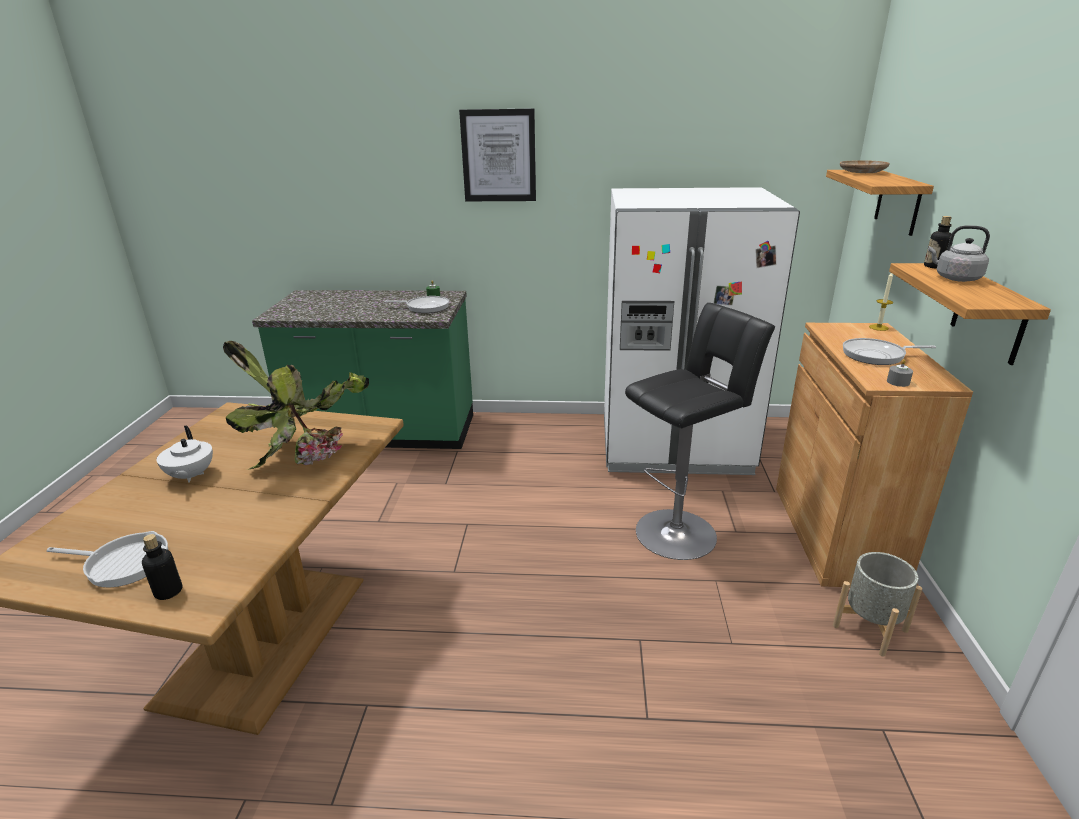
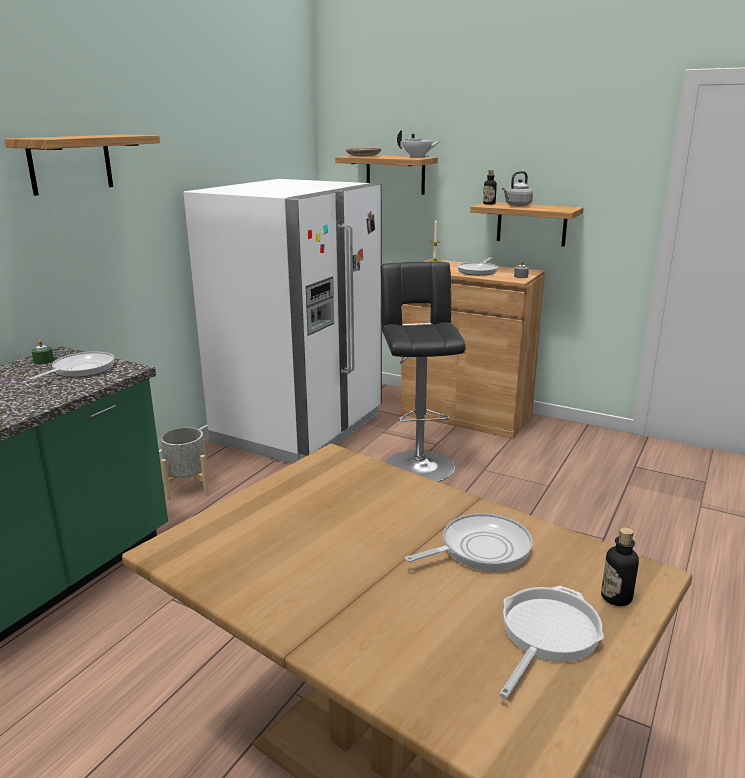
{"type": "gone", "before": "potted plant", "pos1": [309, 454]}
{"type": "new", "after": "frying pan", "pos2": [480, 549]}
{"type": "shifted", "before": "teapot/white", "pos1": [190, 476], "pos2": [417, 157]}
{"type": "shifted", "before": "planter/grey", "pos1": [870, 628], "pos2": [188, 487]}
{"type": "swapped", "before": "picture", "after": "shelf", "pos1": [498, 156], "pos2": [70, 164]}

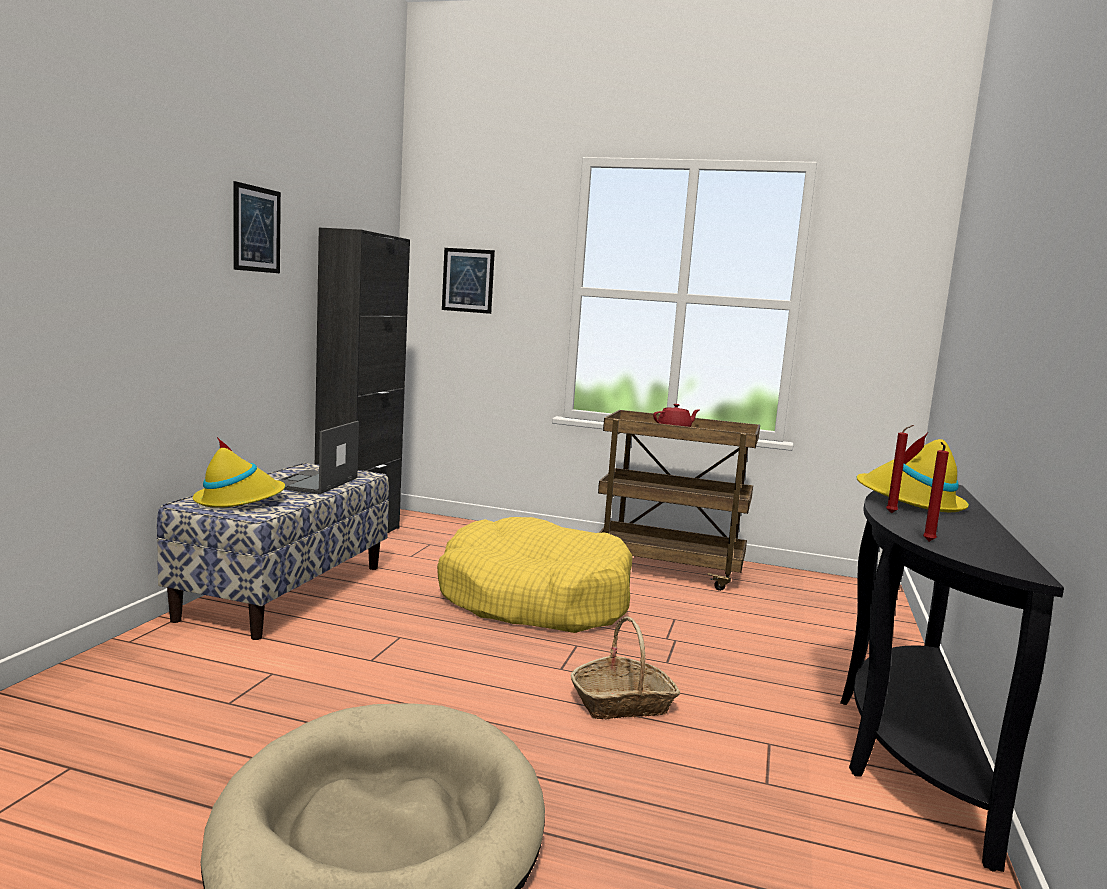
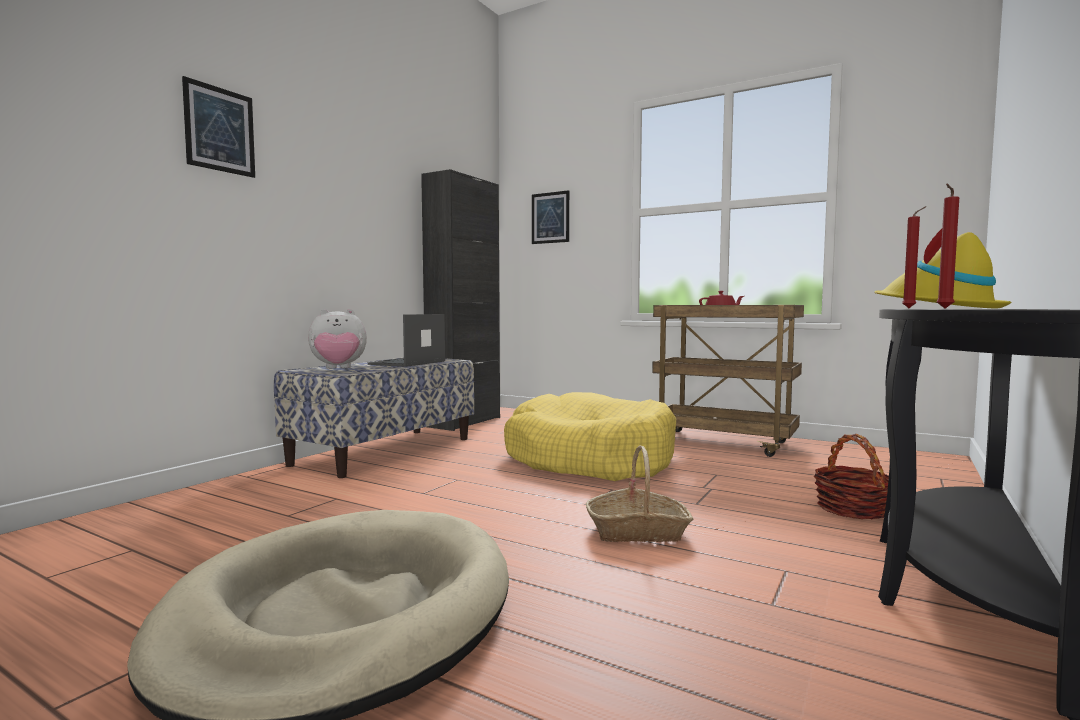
{"type": "new", "after": "basket", "pos2": [852, 509]}
{"type": "shifted", "before": "picture", "pos1": [256, 229], "pos2": [220, 129]}
{"type": "swapped", "before": "hat/yellow", "after": "plush toy", "pos1": [239, 500], "pos2": [338, 368]}

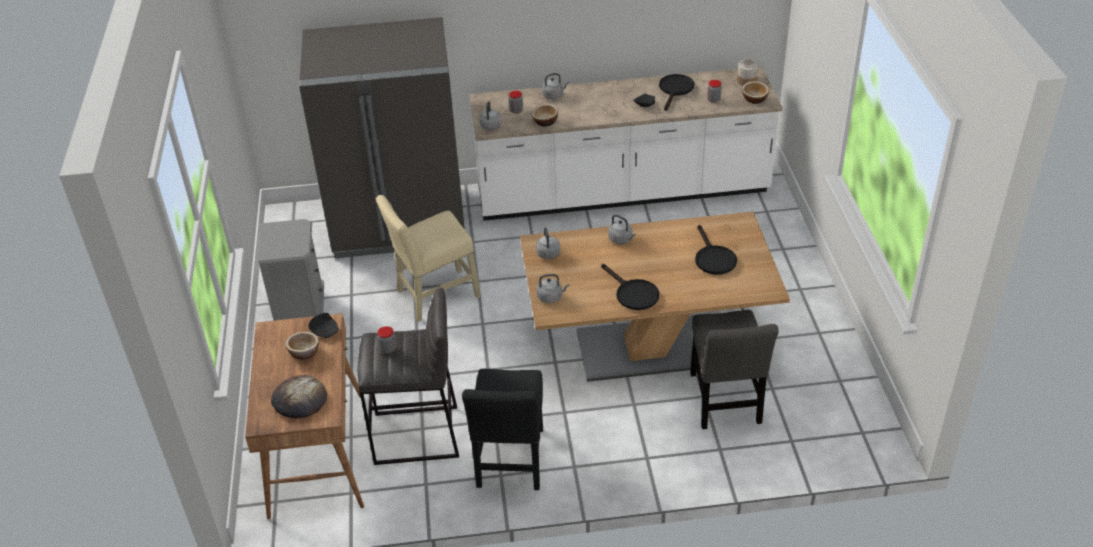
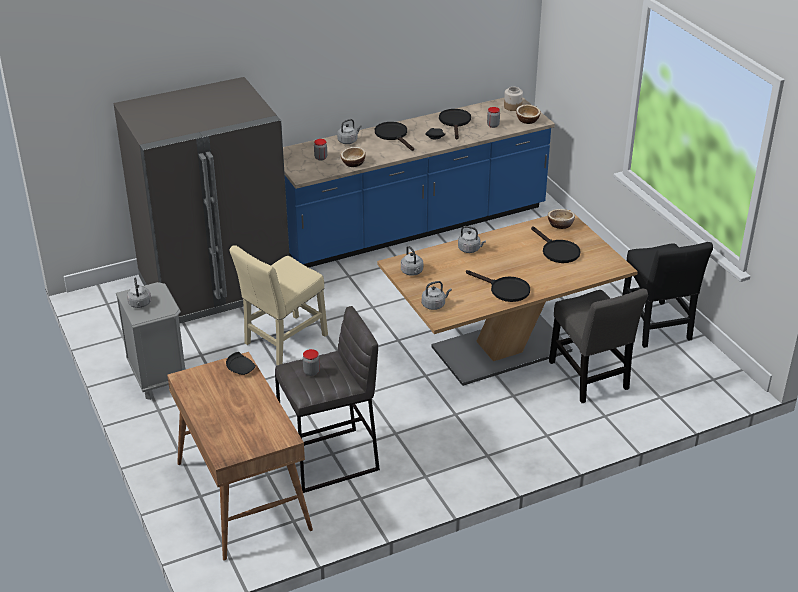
{"type": "gone", "before": "bread", "pos1": [299, 399]}
{"type": "new", "after": "frying pan/black", "pos2": [393, 135]}
{"type": "shifted", "before": "bowl", "pos1": [304, 352], "pos2": [560, 225]}
{"type": "shifted", "before": "chair/black", "pos1": [511, 462], "pos2": [656, 327]}
{"type": "shifted", "before": "kettle/grey", "pos1": [490, 127], "pos2": [140, 304]}
{"type": "repainted", "before": "counter/white", "after": "counter/blue", "pos1": [622, 193], "pos2": [413, 228]}

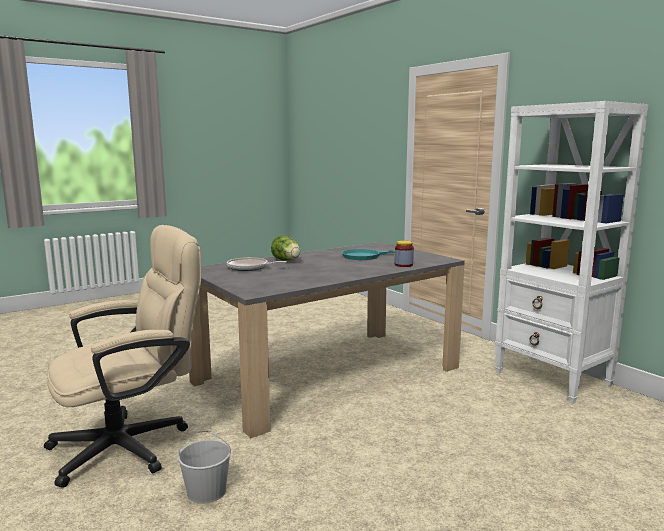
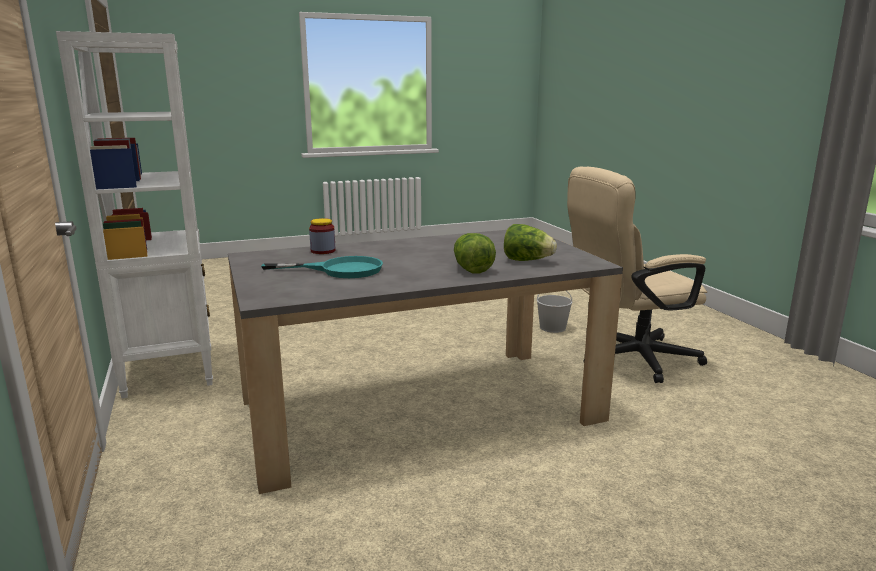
{"type": "swapped", "before": "frying pan", "after": "lettuce", "pos1": [250, 267], "pos2": [527, 261]}

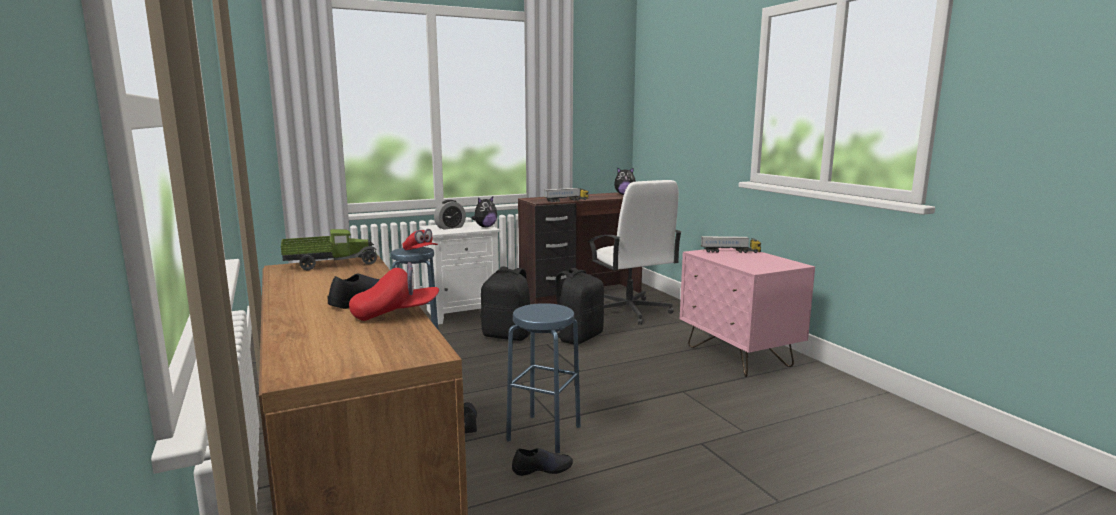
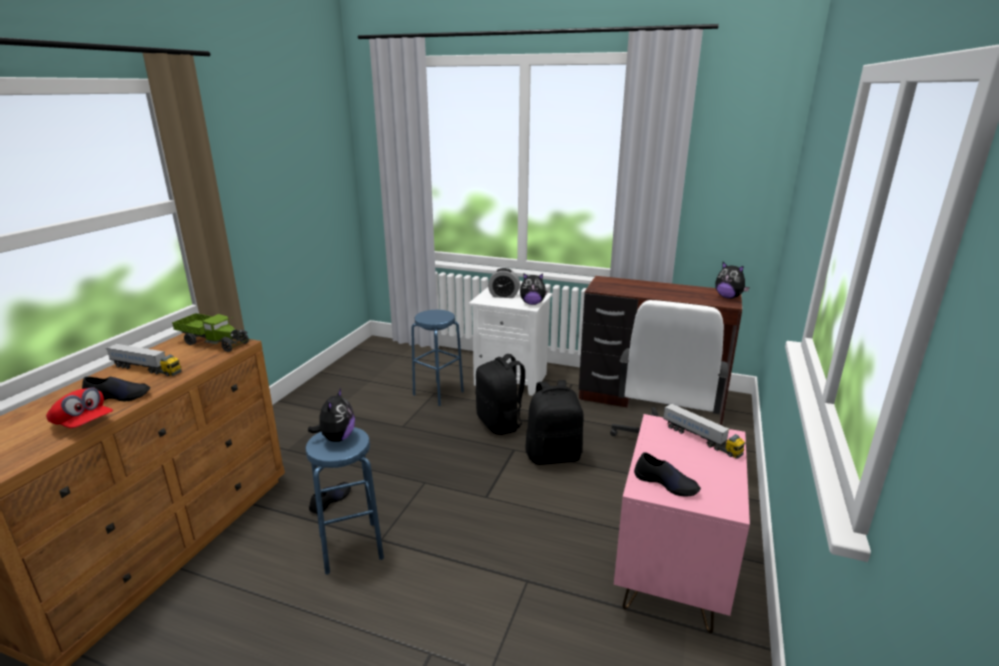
{"type": "gone", "before": "cap/red", "pos1": [420, 251]}
{"type": "new", "after": "plush toy", "pos2": [336, 438]}
{"type": "shifted", "before": "shoe/black", "pos1": [542, 468], "pos2": [666, 483]}
{"type": "shifted", "before": "toy truck", "pos1": [566, 200], "pos2": [146, 369]}

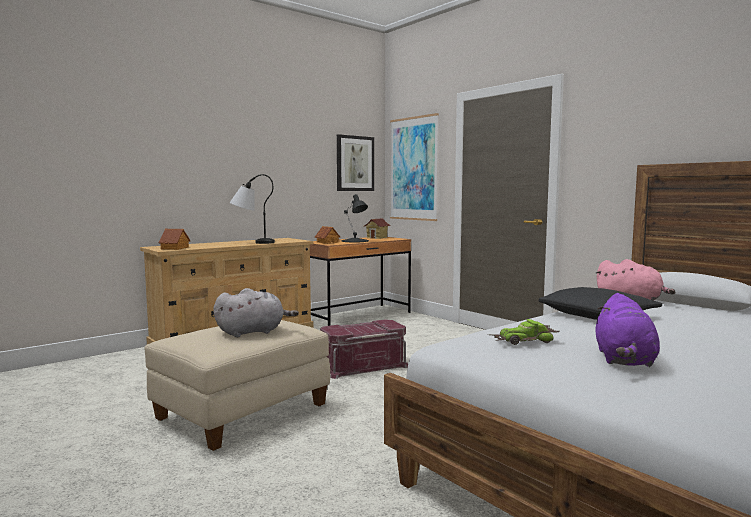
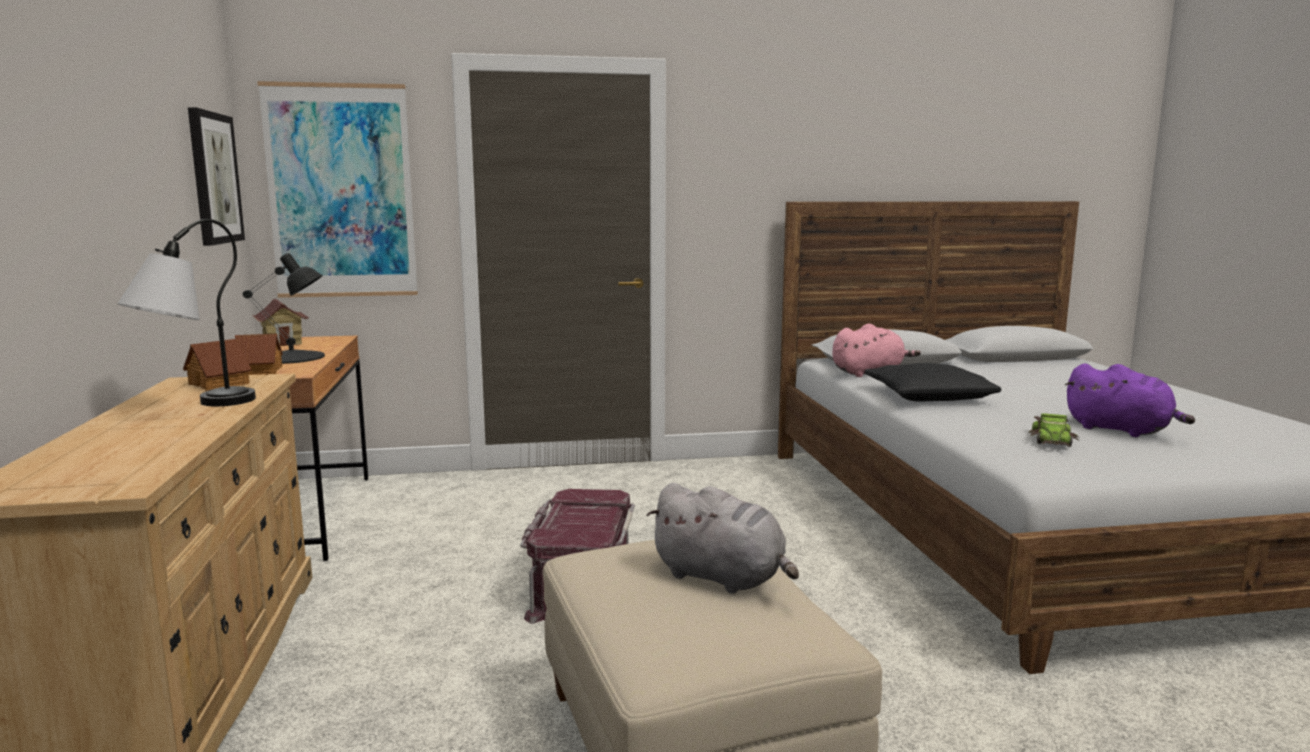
{"type": "shifted", "before": "toy house", "pos1": [175, 248], "pos2": [220, 383]}
{"type": "rotated", "before": "plush toy/grey", "pos1": [253, 332], "pos2": [723, 578], "turn": 120}

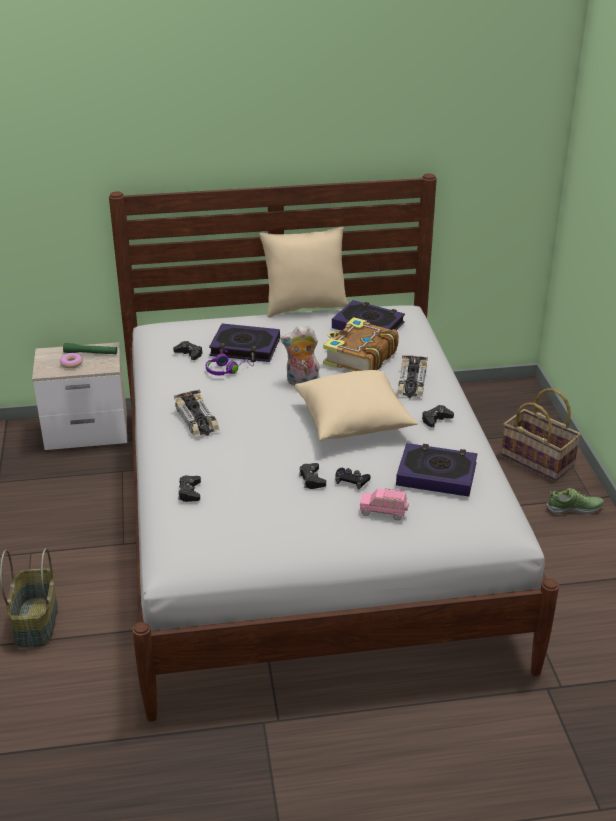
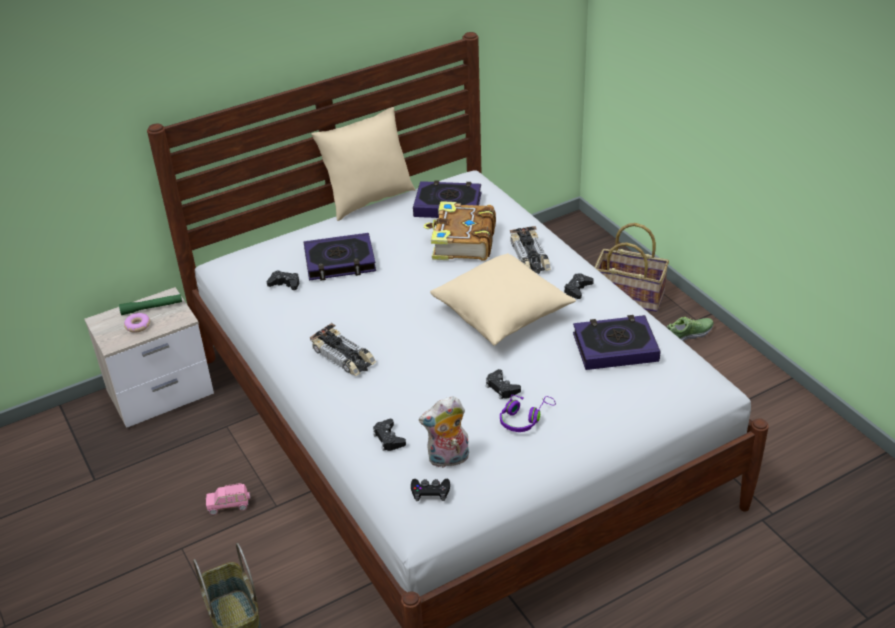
{"type": "shifted", "before": "headphones/purple", "pos1": [227, 370], "pos2": [524, 418]}
{"type": "shifted", "before": "plush toy", "pos1": [301, 382], "pos2": [448, 460]}
{"type": "shifted", "before": "game controller/black", "pos1": [351, 481], "pos2": [430, 492]}
{"type": "shifted", "before": "toy car/pink", "pos1": [383, 512], "pos2": [229, 505]}

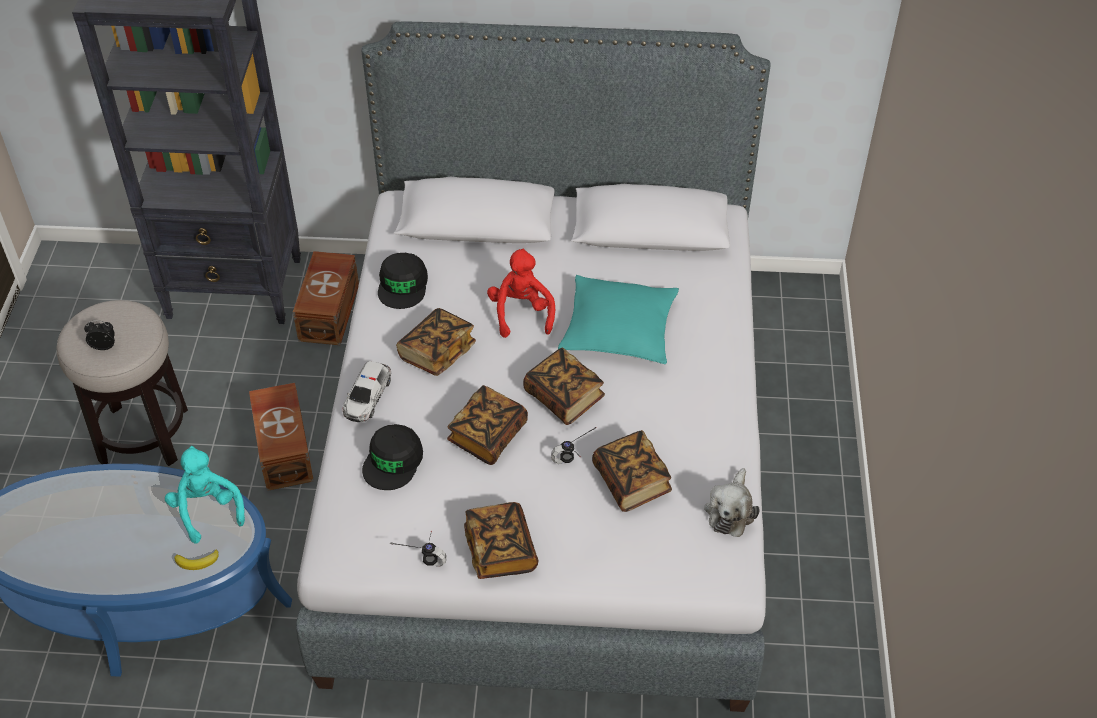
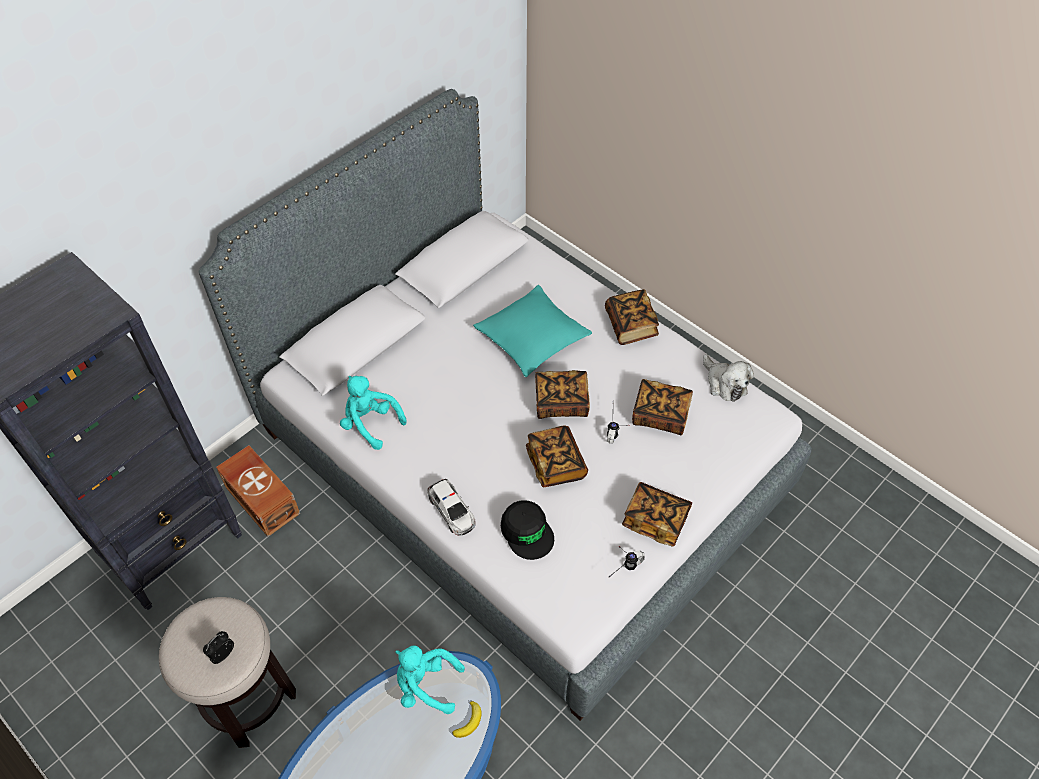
{"type": "gone", "before": "storage box/brown", "pos1": [285, 448]}
{"type": "gone", "before": "plush toy/red", "pos1": [521, 313]}
{"type": "shifted", "before": "book", "pos1": [437, 352], "pos2": [631, 325]}
{"type": "swapped", "before": "cap/black", "after": "plush toy/turquoise", "pos1": [403, 285], "pos2": [370, 423]}

